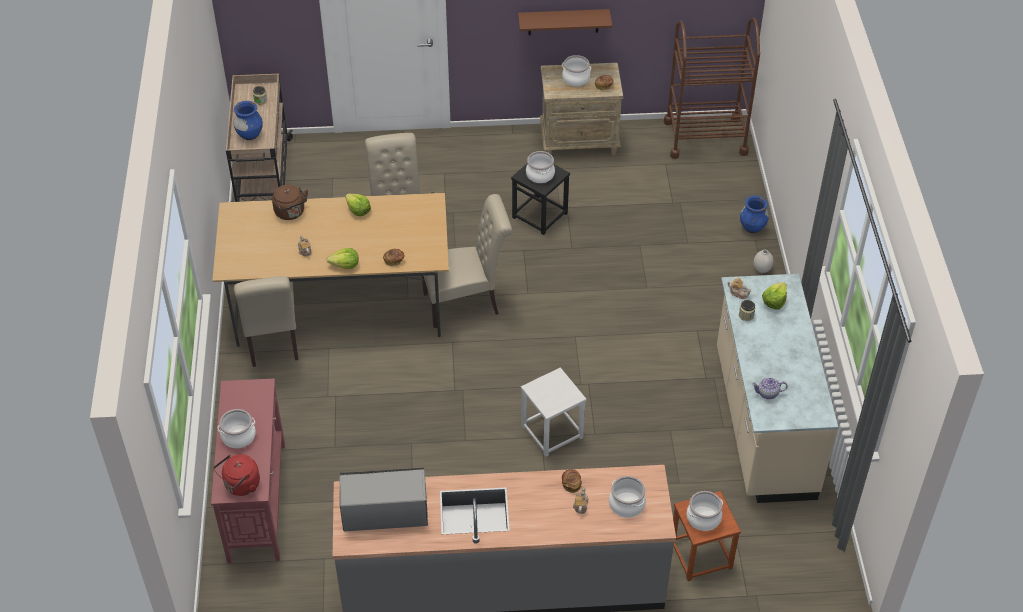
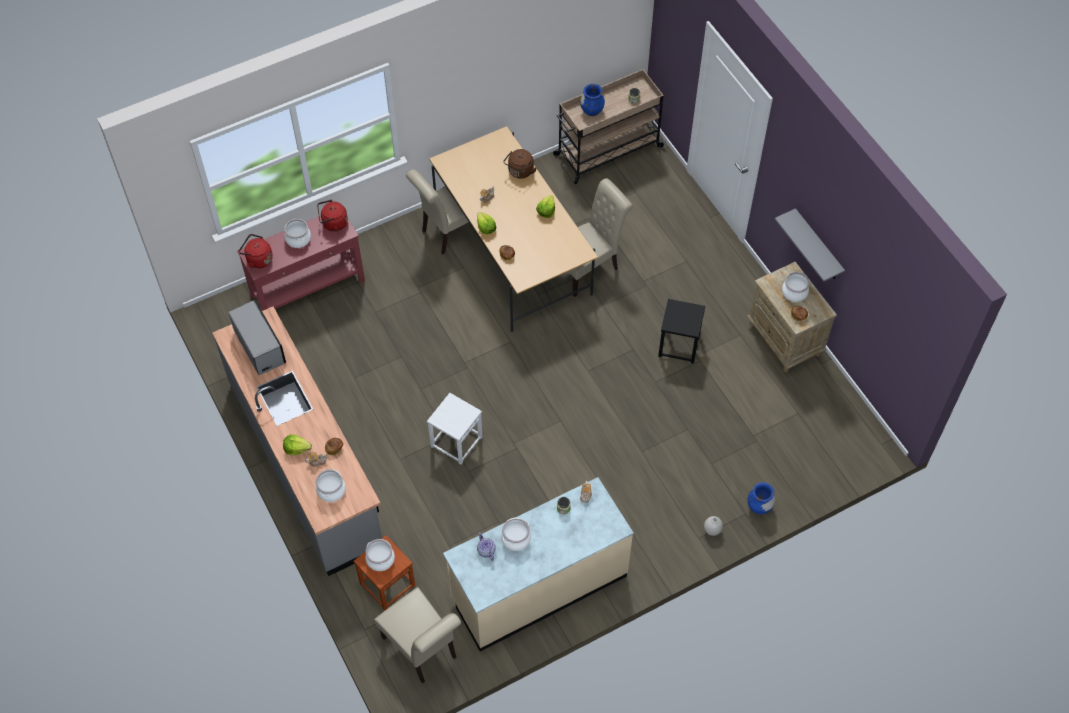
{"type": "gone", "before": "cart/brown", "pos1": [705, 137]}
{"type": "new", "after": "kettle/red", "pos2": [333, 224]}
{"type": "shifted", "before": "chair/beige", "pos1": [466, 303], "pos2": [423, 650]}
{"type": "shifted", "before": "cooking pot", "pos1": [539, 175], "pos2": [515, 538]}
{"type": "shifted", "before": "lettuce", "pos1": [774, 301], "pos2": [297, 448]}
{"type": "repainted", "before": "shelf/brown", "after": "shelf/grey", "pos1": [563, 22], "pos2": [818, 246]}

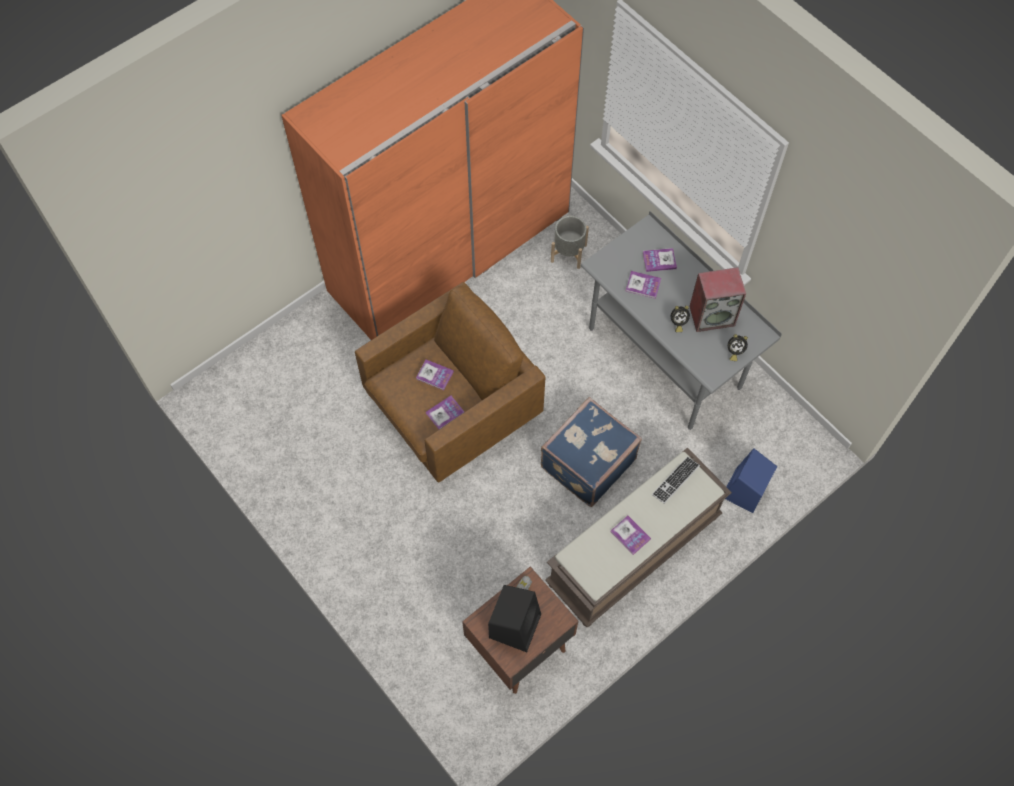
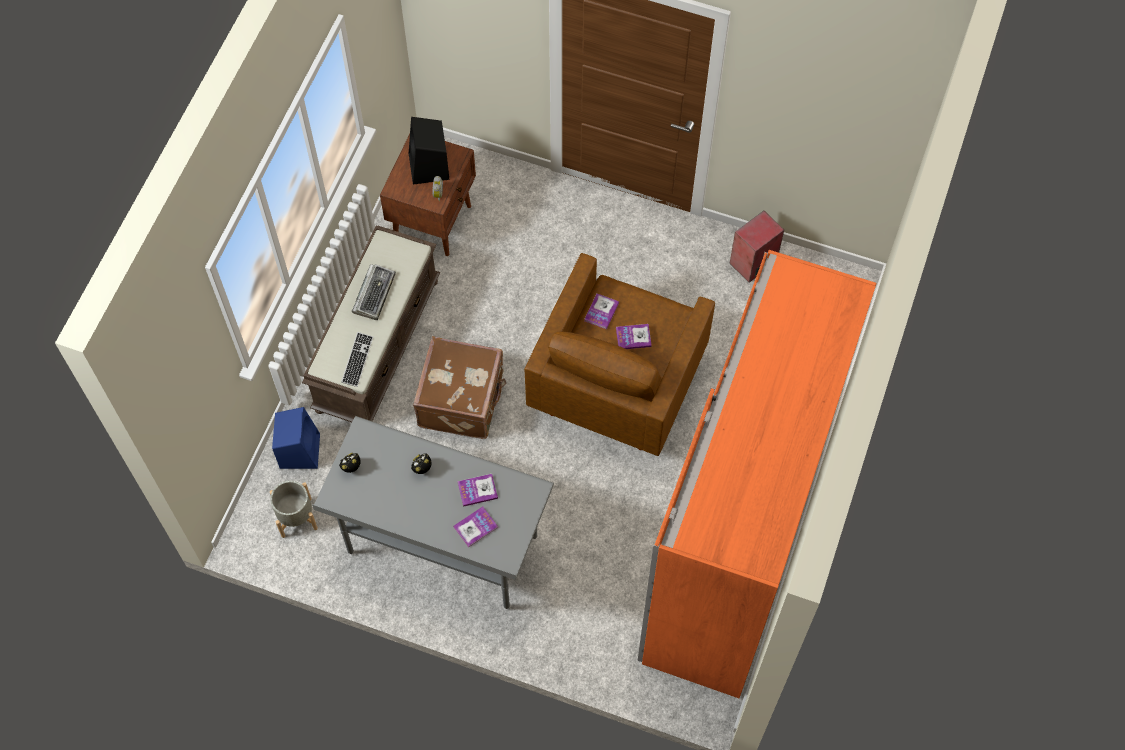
{"type": "shifted", "before": "planter/grey", "pos1": [569, 253], "pos2": [296, 517]}
{"type": "shifted", "before": "speaker", "pos1": [712, 315], "pos2": [753, 263]}
{"type": "swapped", "before": "book", "after": "keyboard", "pos1": [630, 535], "pos2": [374, 293]}
{"type": "repainted", "before": "suitcase/blue", "after": "suitcase/brown", "pos1": [586, 462], "pos2": [463, 400]}

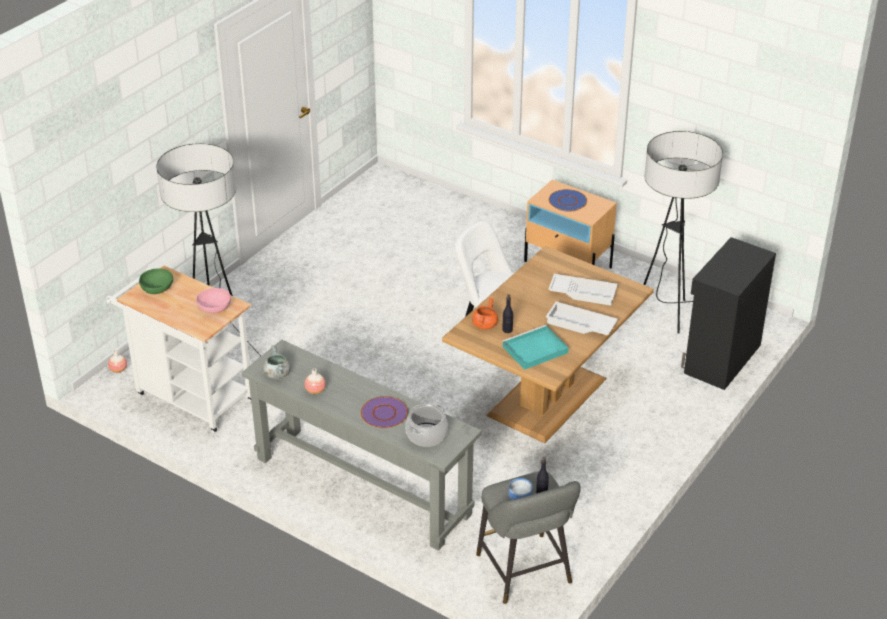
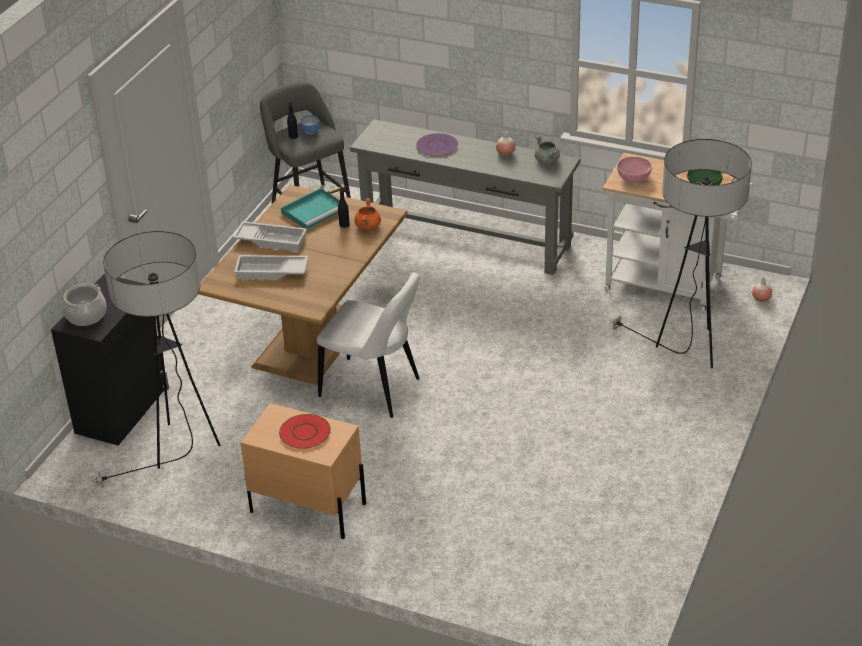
{"type": "shifted", "before": "cooking pot", "pos1": [427, 435], "pos2": [86, 315]}
{"type": "repainted", "before": "plate/blue", "after": "plate/red", "pos1": [567, 201], "pos2": [305, 432]}

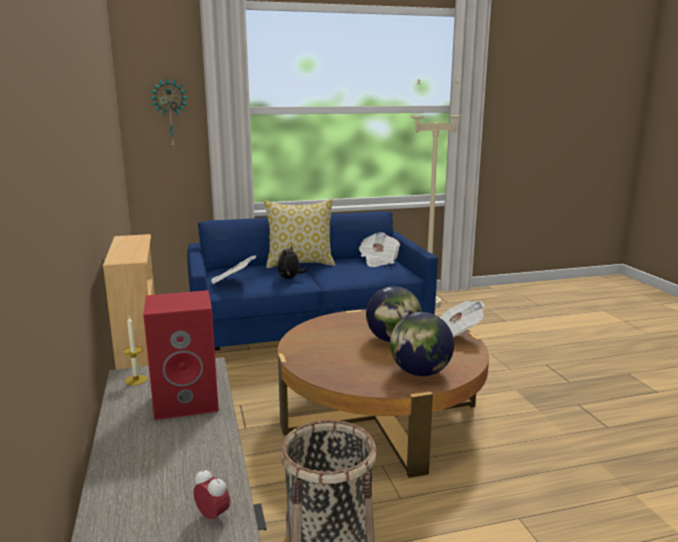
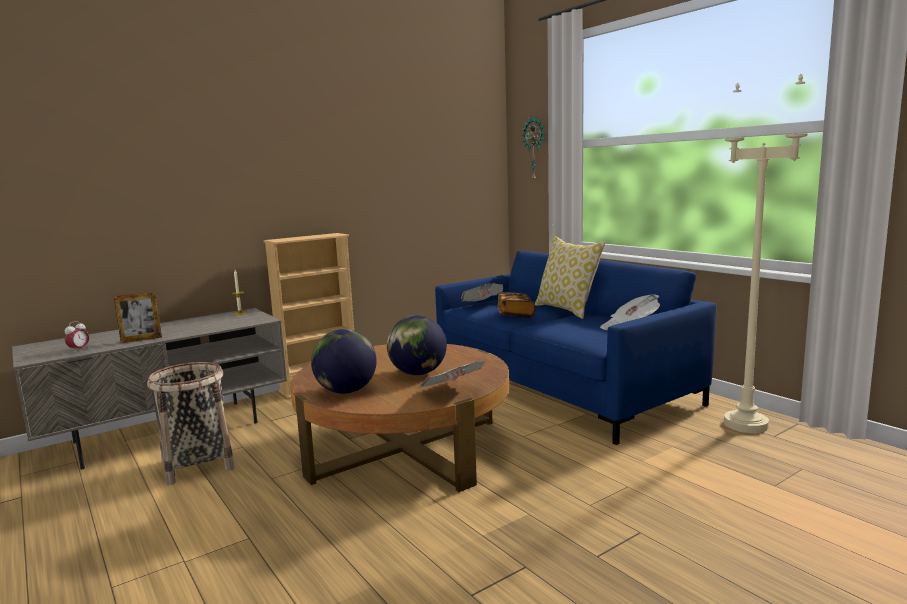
{"type": "gone", "before": "speaker/red", "pos1": [188, 400]}
{"type": "new", "after": "picture frame", "pos2": [141, 339]}
{"type": "swapped", "before": "plush toy", "after": "book", "pos1": [290, 278], "pos2": [515, 314]}

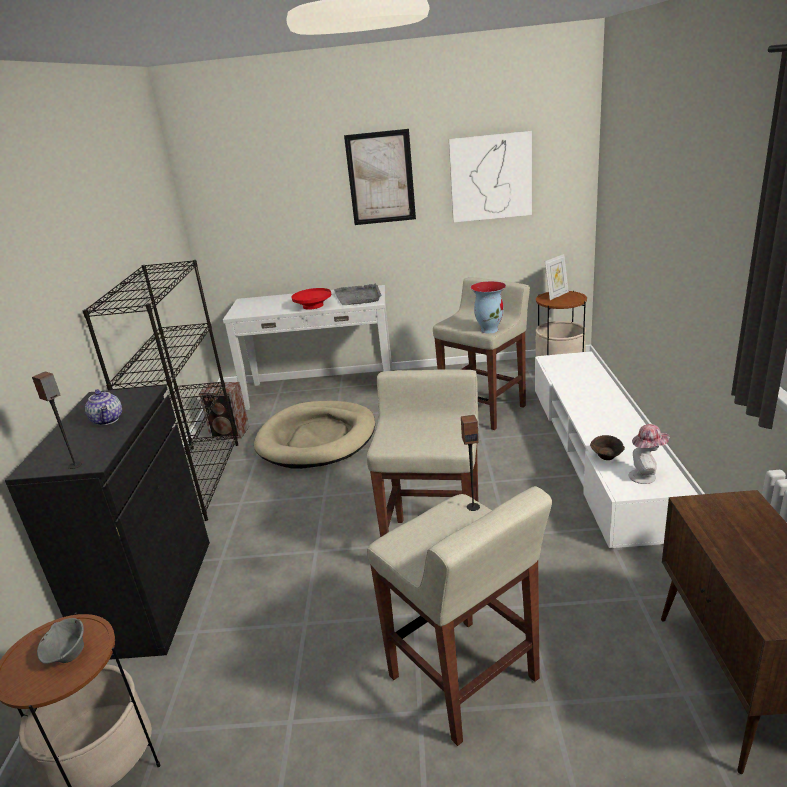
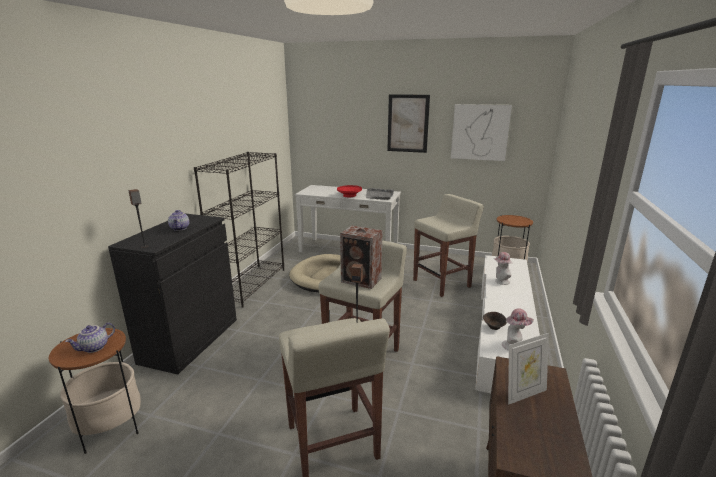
{"type": "gone", "before": "vase", "pos1": [489, 329]}
{"type": "new", "after": "hat", "pos2": [500, 281]}
{"type": "shifted", "before": "speaker", "pos1": [231, 432], "pos2": [362, 280]}
{"type": "shifted", "before": "picture frame", "pos1": [556, 295], "pos2": [524, 393]}
{"type": "swapped", "before": "bowl/grey", "after": "teapot", "pos1": [68, 656], "pos2": [94, 348]}

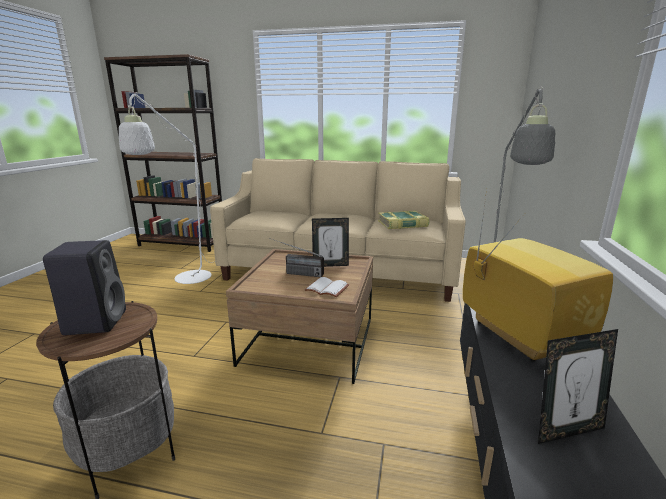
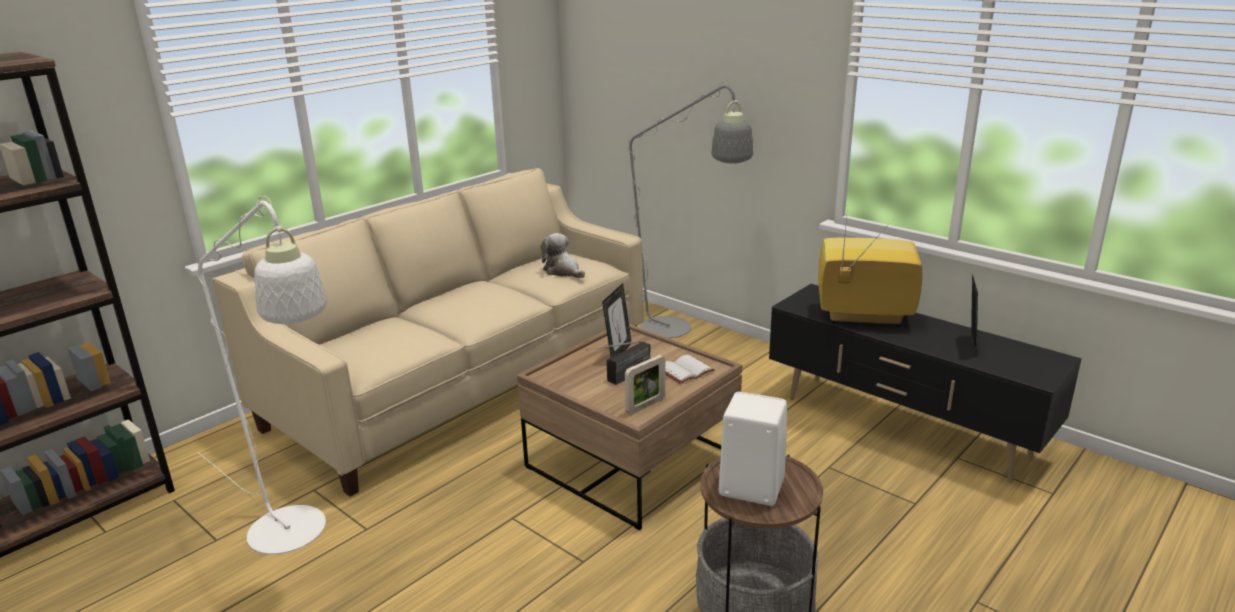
{"type": "new", "after": "picture frame", "pos2": [645, 406]}
{"type": "swapped", "before": "book", "after": "plush toy", "pos1": [402, 224], "pos2": [563, 271]}
{"type": "repainted", "before": "speaker/black", "after": "speaker/white", "pos1": [96, 321], "pos2": [749, 487]}

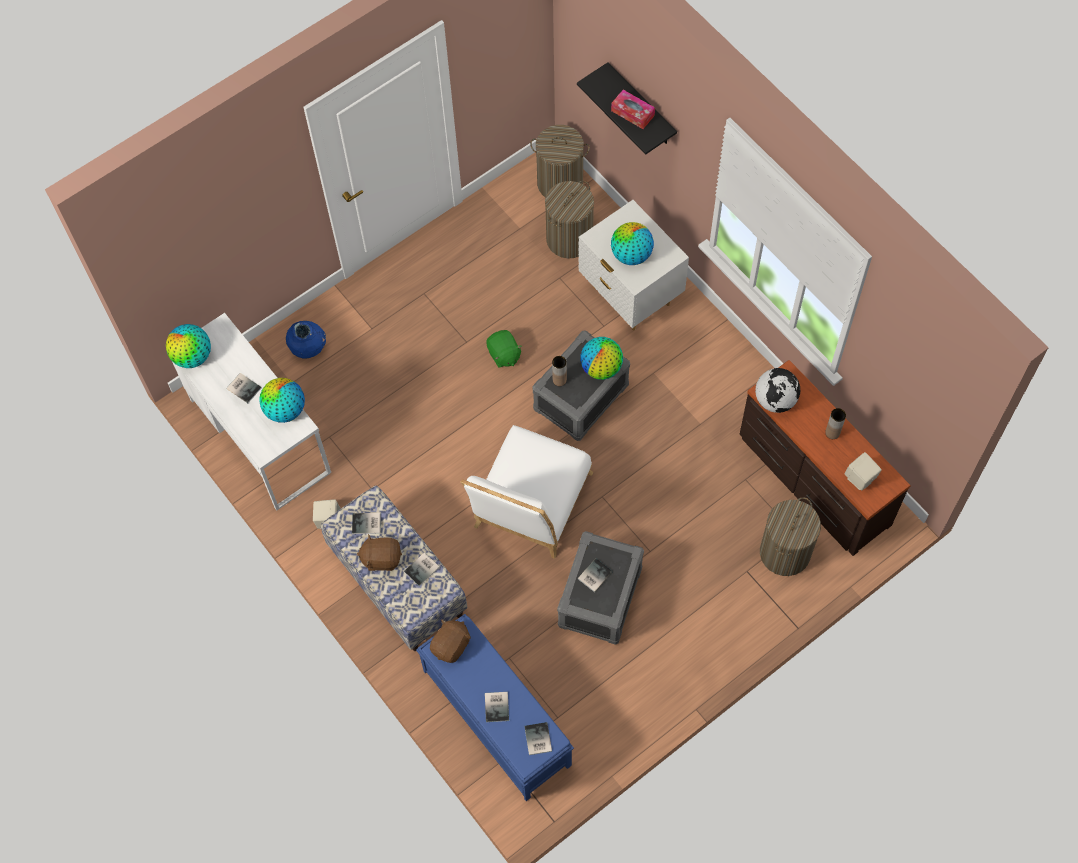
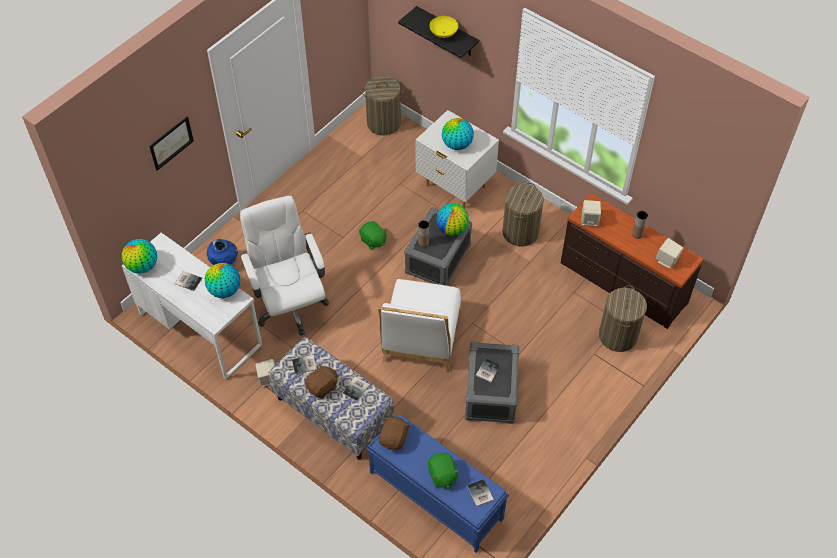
{"type": "new", "after": "picture", "pos2": [171, 143]}
{"type": "new", "after": "office chair/white", "pos2": [289, 304]}
{"type": "shifted", "before": "laundry basket", "pos1": [569, 238], "pos2": [520, 232]}
{"type": "swapped", "before": "book", "after": "plush toy/green", "pos1": [497, 706], "pos2": [442, 475]}
{"type": "swapped", "before": "tissue box", "after": "bowl/yellow", "pos1": [632, 113], "pos2": [444, 34]}
{"type": "swapped", "before": "globe", "after": "speaker/beige", "pos1": [775, 400], "pos2": [589, 220]}
{"type": "rotated", "before": "plush toy/brown", "pos1": [381, 558], "pos2": [322, 387], "turn": 150}

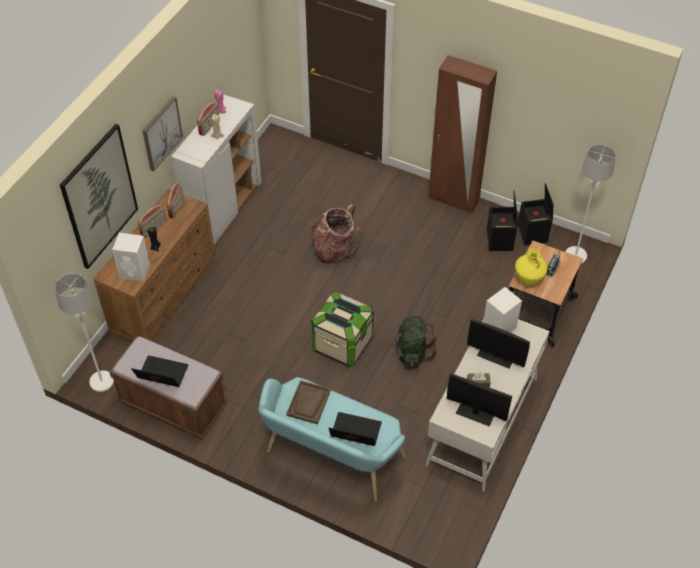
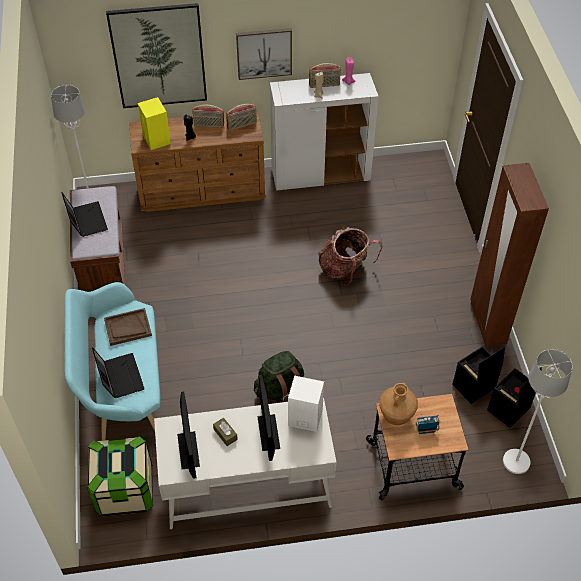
{"type": "shifted", "before": "storage box", "pos1": [342, 344], "pos2": [125, 490]}
{"type": "repainted", "before": "speaker/white", "after": "speaker/yellow", "pos1": [135, 271], "pos2": [157, 140]}
{"type": "repainted", "before": "vase/yellow", "after": "vase/brown", "pos1": [528, 280], "pos2": [396, 416]}

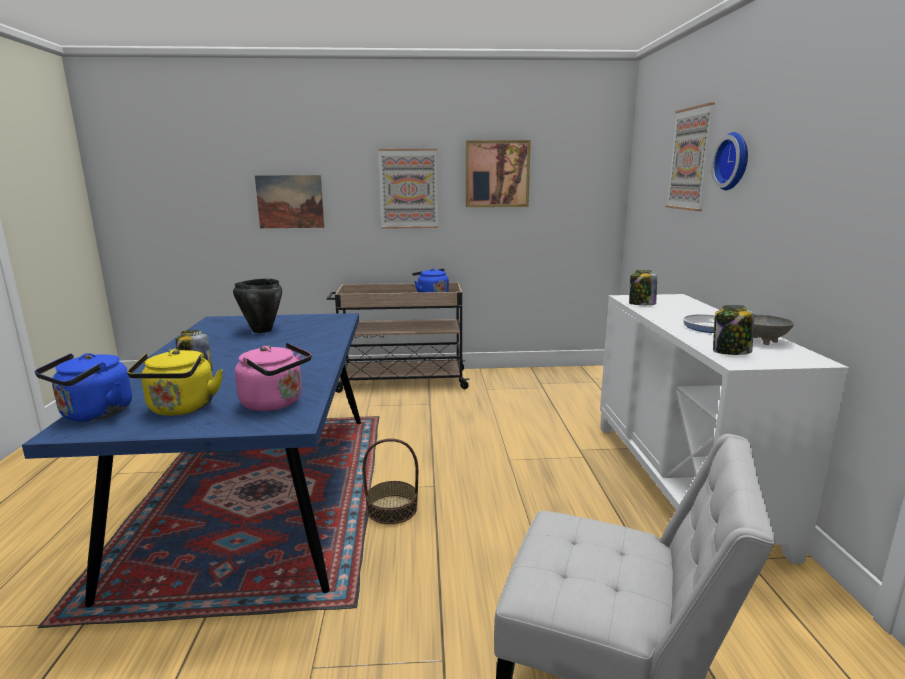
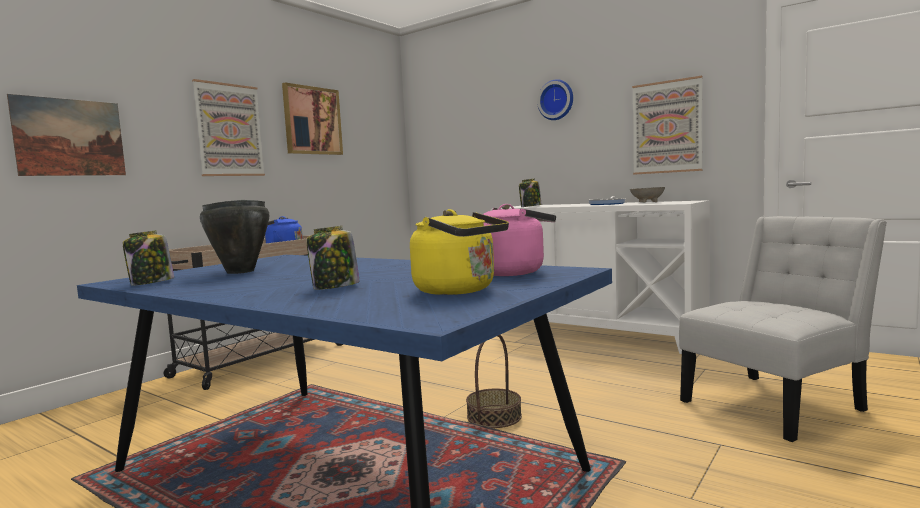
{"type": "gone", "before": "kettle/blue", "pos1": [93, 414]}
{"type": "shifted", "before": "picture", "pos1": [690, 159], "pos2": [667, 127]}
{"type": "shifted", "before": "jar", "pos1": [730, 352], "pos2": [151, 283]}

